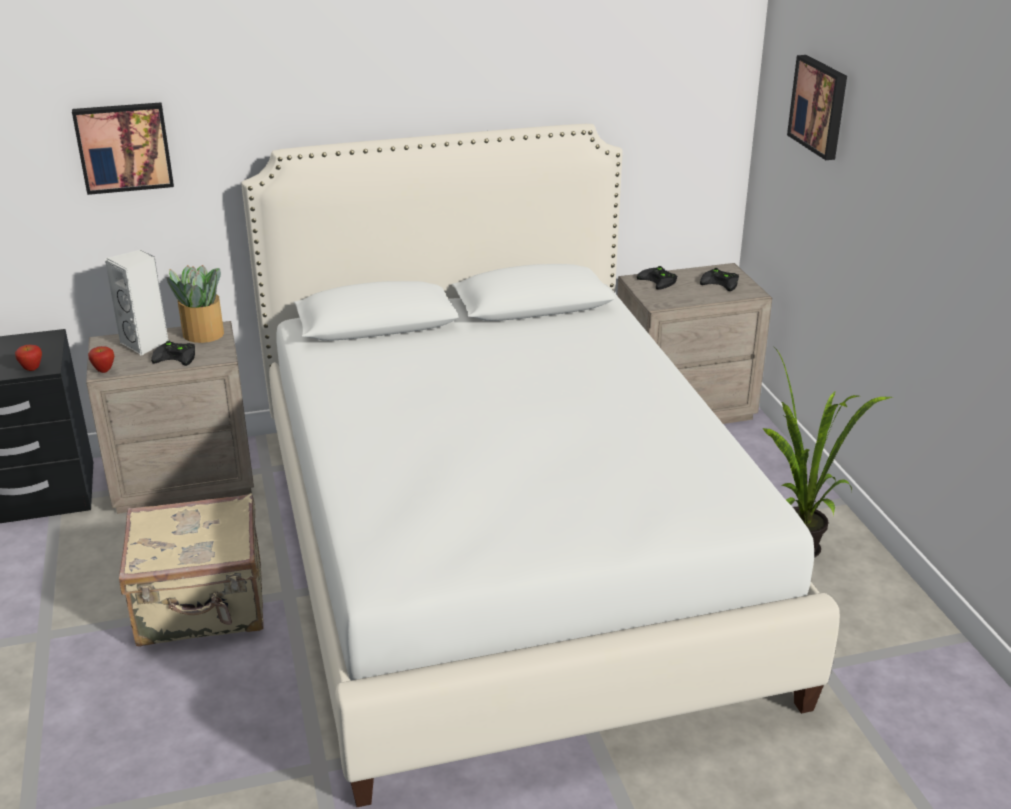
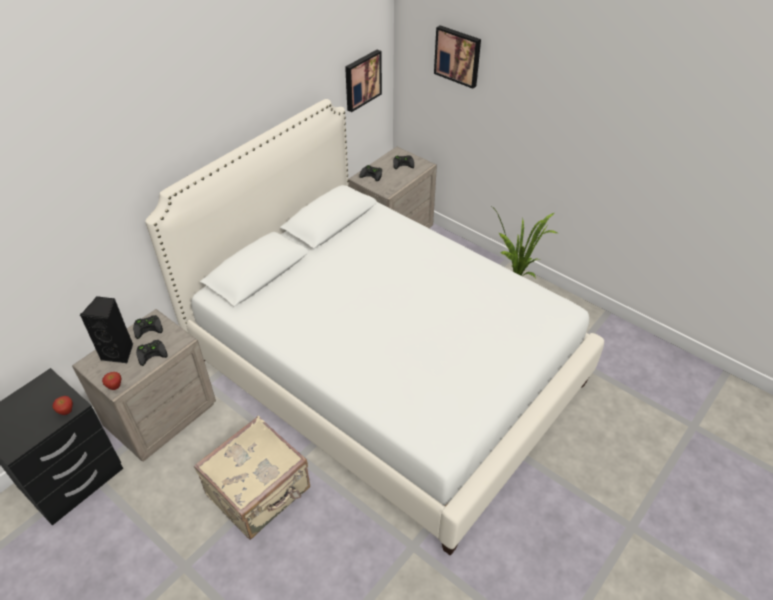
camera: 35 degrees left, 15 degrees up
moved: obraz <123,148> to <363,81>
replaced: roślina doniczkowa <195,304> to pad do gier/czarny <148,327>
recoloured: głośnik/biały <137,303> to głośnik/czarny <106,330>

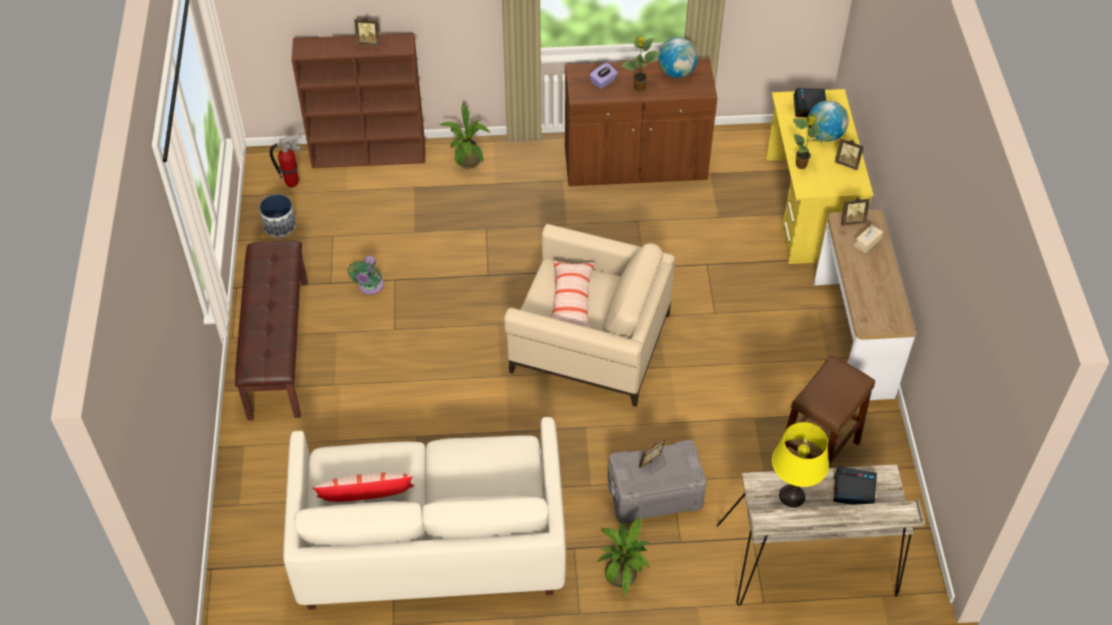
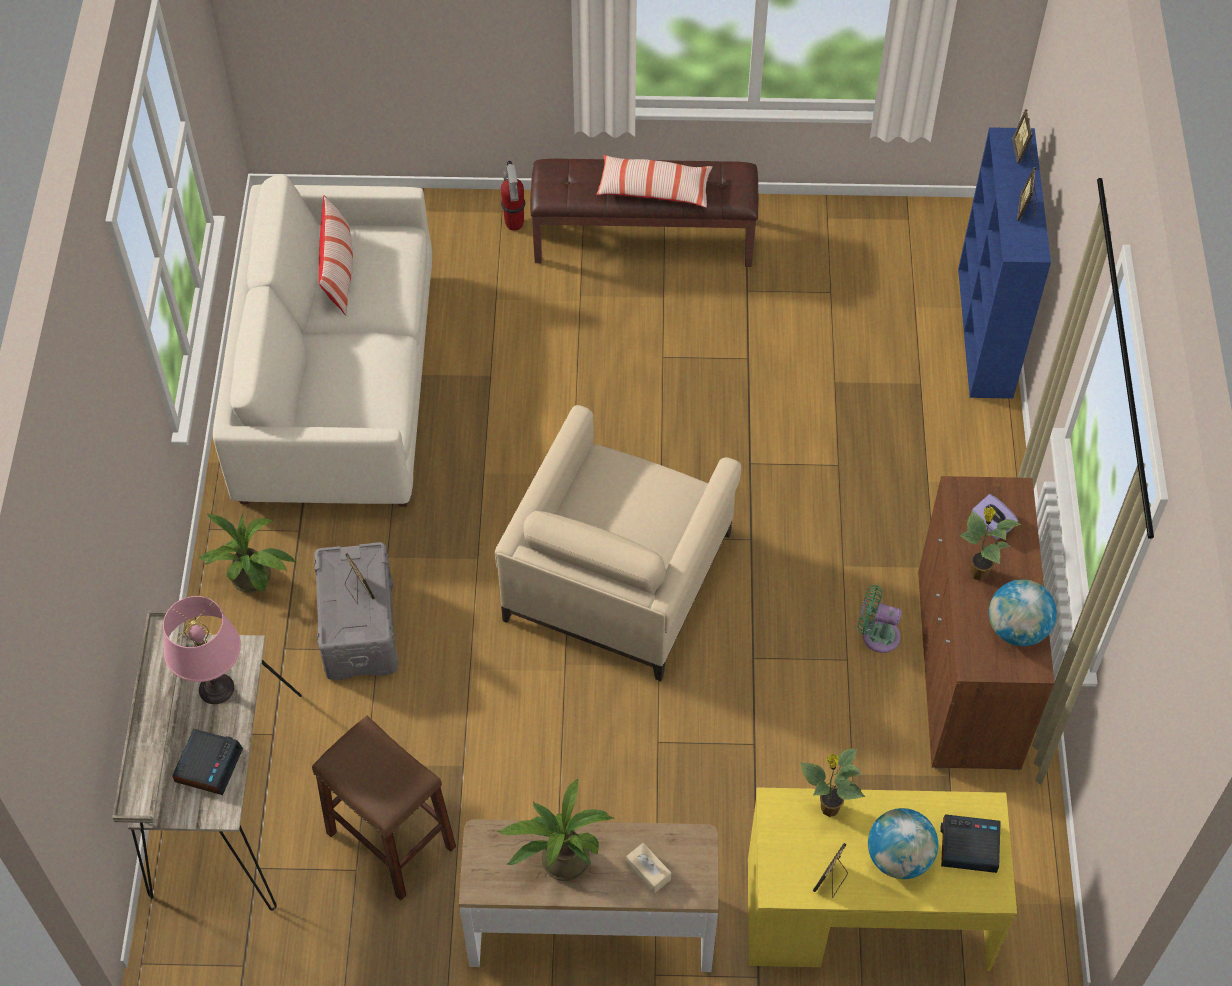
camera: 95 degrees right, 5 degrees up
removed: donica <277,216>
moved: roślina doniczkowa <465,136> to <556,830>; gaśnica <286,160> to <513,196>; poduszka <573,294> to <654,181>; wentylator/zielony <366,275> to <880,619>; ramka na zdjęcie <855,212> to <1022,136>
recoloured: lampa stołowa/żółty <800,464> to lampa stołowa/różowy <202,650>; regał/brązowy <358,100> to regał/niebieski <1004,263>

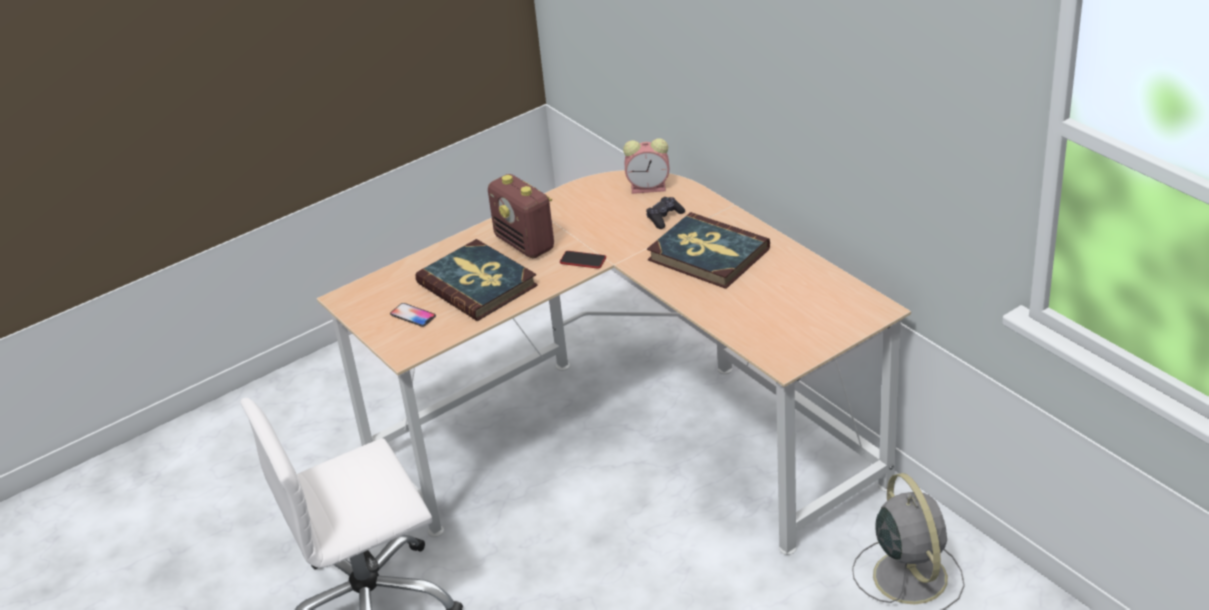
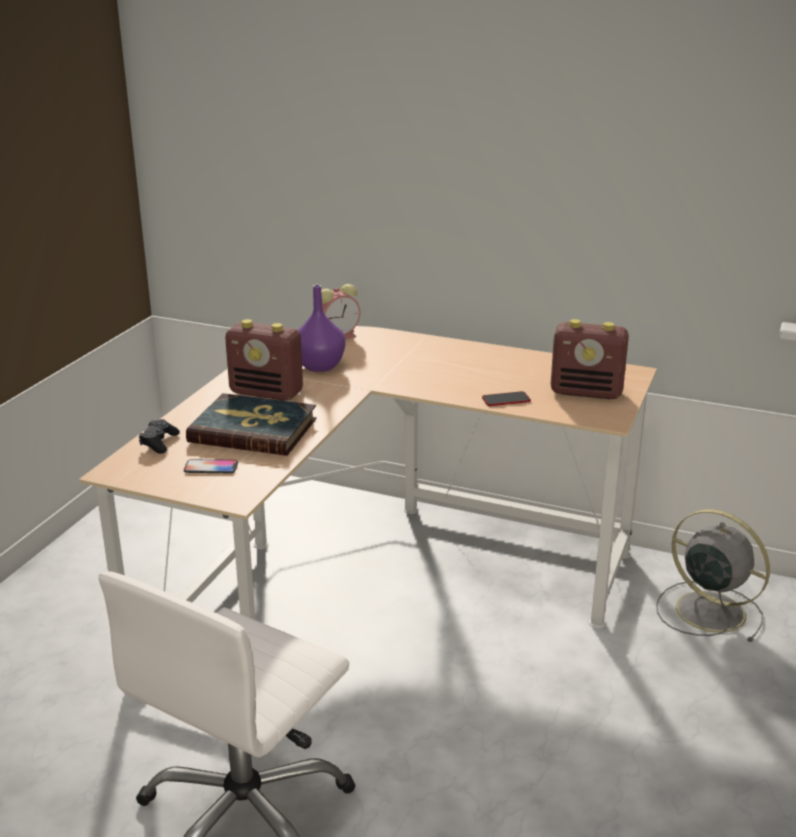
camera: 35 degrees left, 10 degrees down
removed: książka <708,250>
added: wazon/fioletowy <321,328>; radio <590,359>
moved: pad do gier/czarny <665,213> to <159,436>; telefon <583,260> to <506,398>

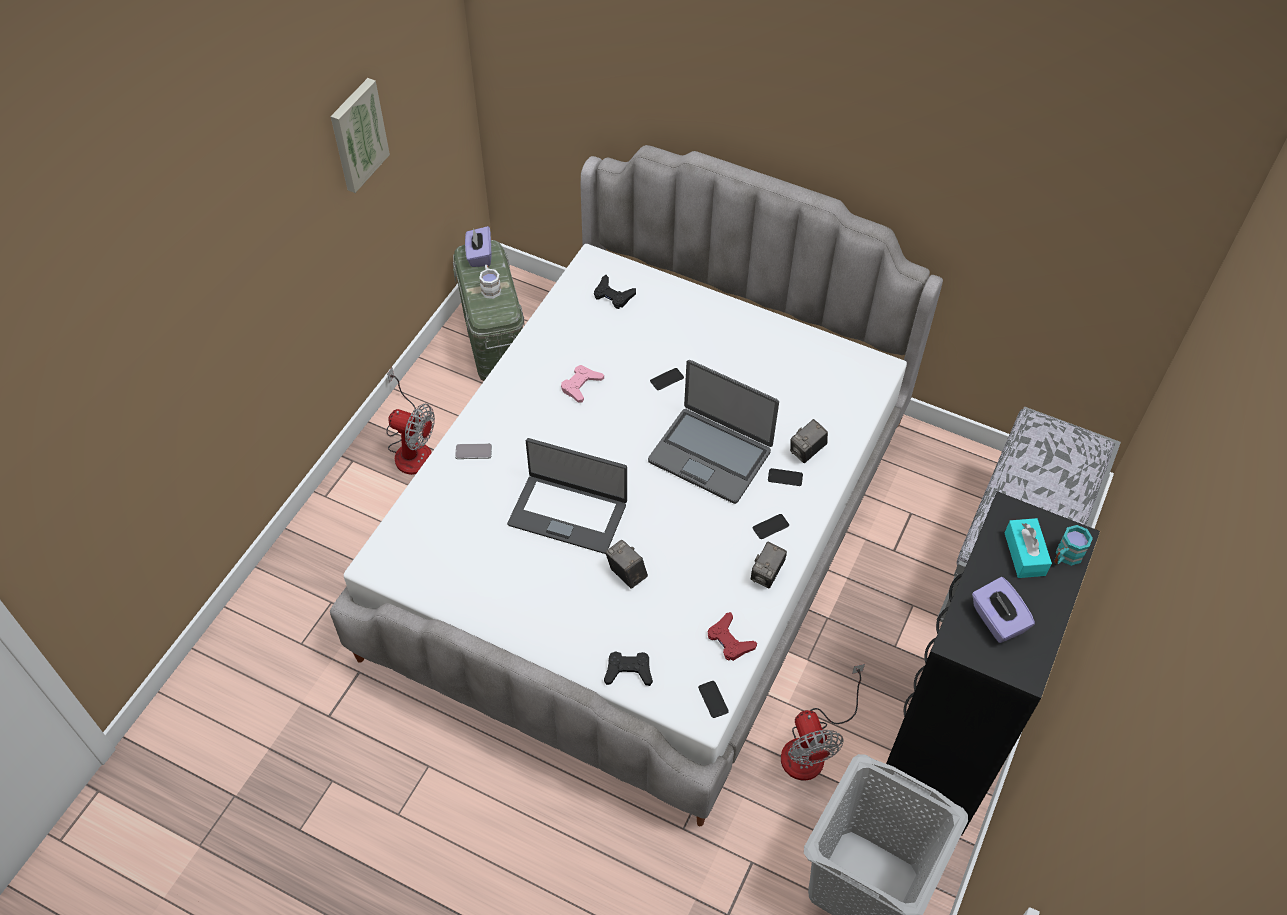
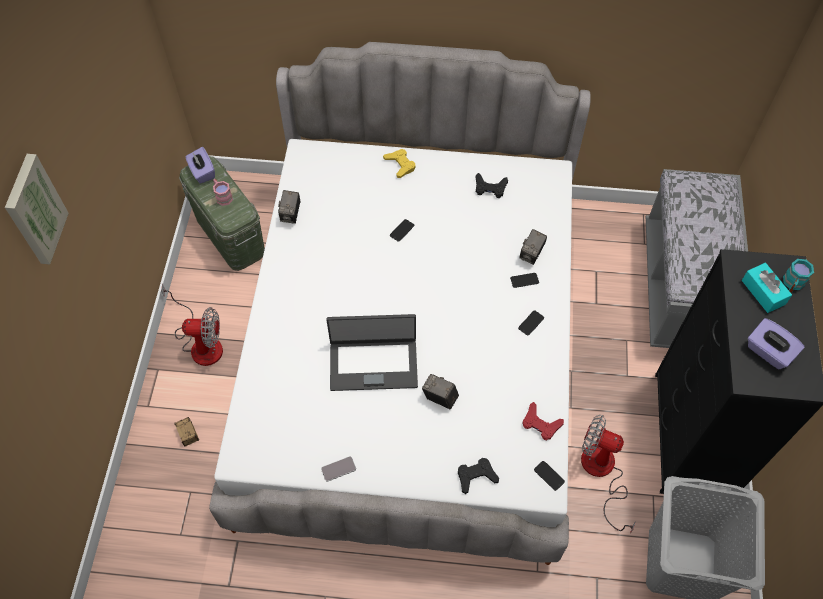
camera: 20 degrees left, 5 degrees up
removed: pad do gier/różowy <582,384>; laptop <713,432>
added: pojemnik do przechowywania <187,434>; pad do gier/żółty <399,163>
moved: obraz <360,135> to <37,209>; aparat fotograficzny <769,565> to <289,207>; telefon <473,451> to <338,468>; pad do gier/czarny <615,292> to <492,185>
recoloured: kubek/biały <490,282> to kubek/różowy <223,192>
turned: wentylator <823,722> = <608,473> 150 degrees clockwise

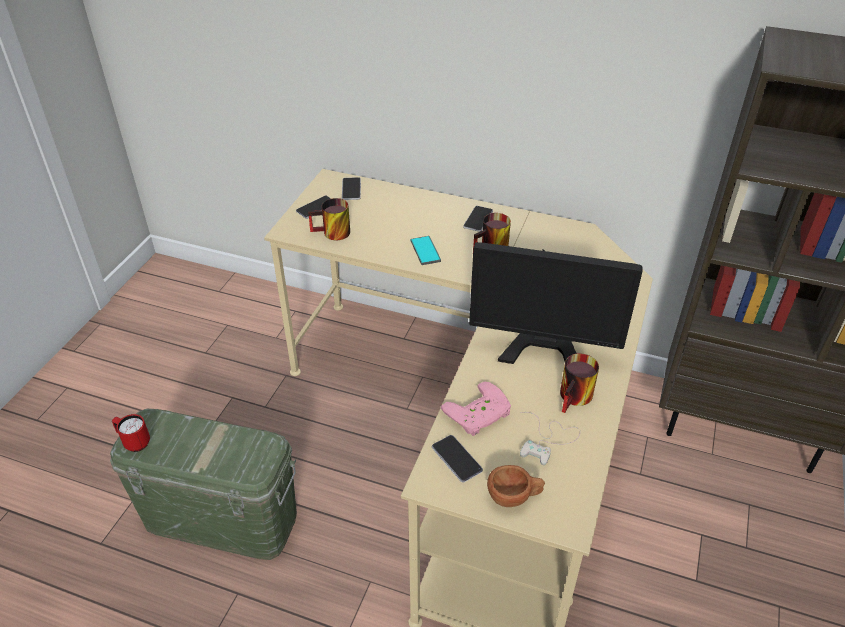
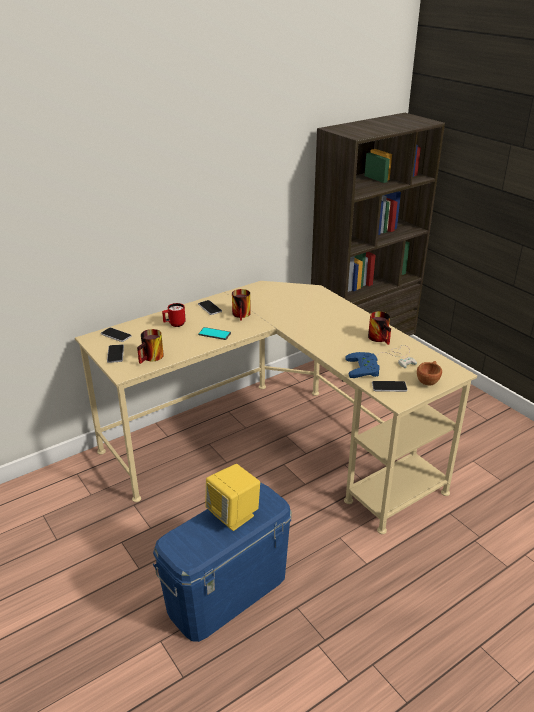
camera: 55 degrees left, 10 degrees down
removed: monitor <555,303>
added: głośnik/żółty <232,497>
moved: kubek/czerwony <131,433> to <174,315>
recoloured: pojemnik do przechowywania/zielony <203,484> to pojemnik do przechowywania/niebieski <222,562>; pad do gier/różowy <476,409> to pad do gier/niebieski <362,365>

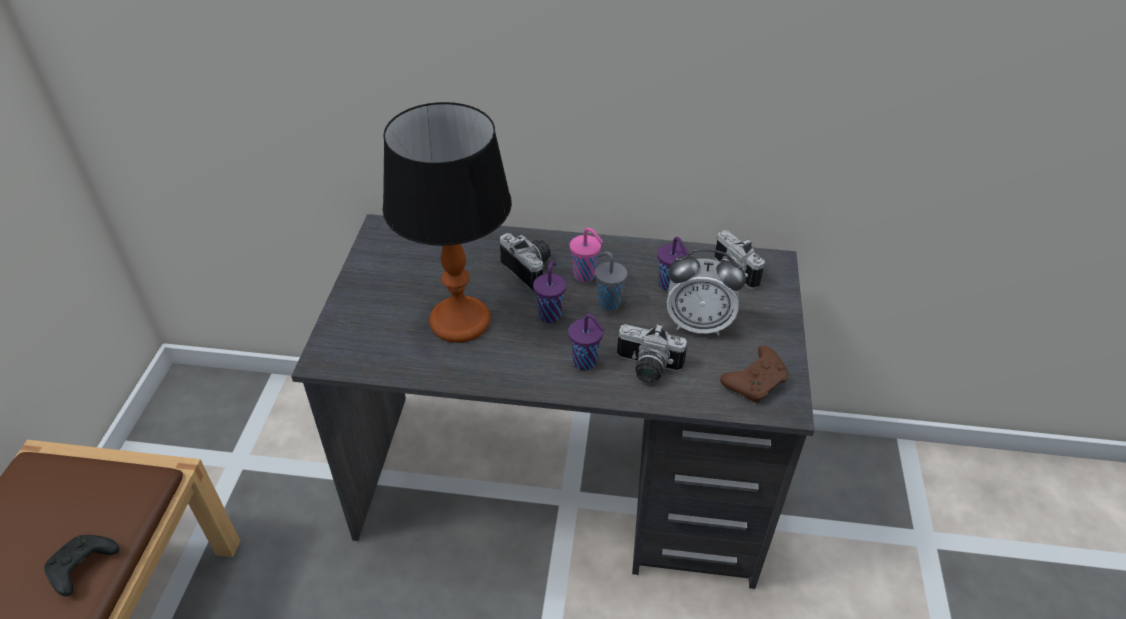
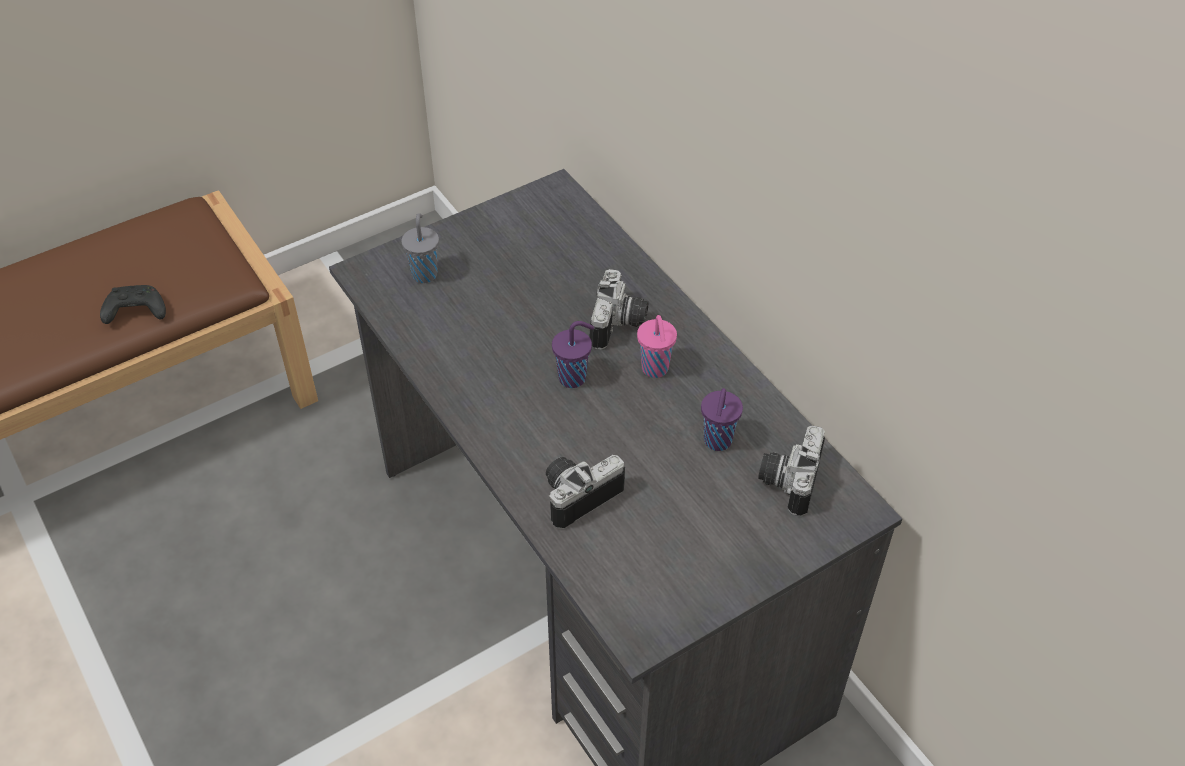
camera: 50 degrees right, 5 degrees up
removed: lampa stołowa <447,222>; filiżanka/fioletowy <586,342>; budzik <706,292>; pad do gier/brązowy <754,374>
moved: filiżanka/szary <611,280> to <420,248>
turned: aparat fotograficzny <652,354> = <585,492> 75 degrees clockwise

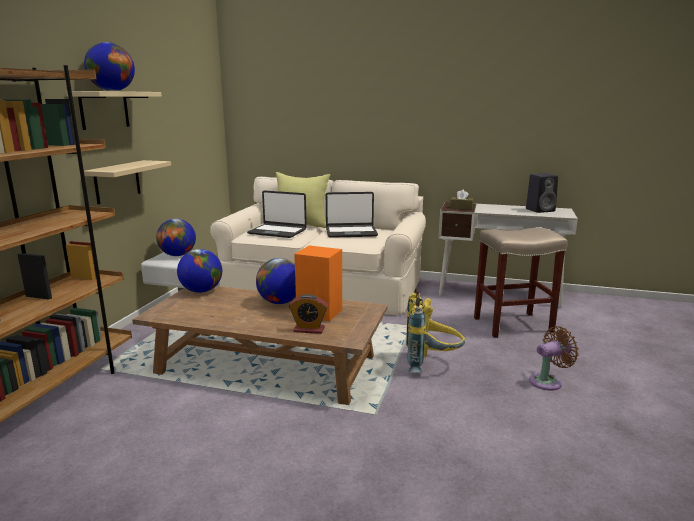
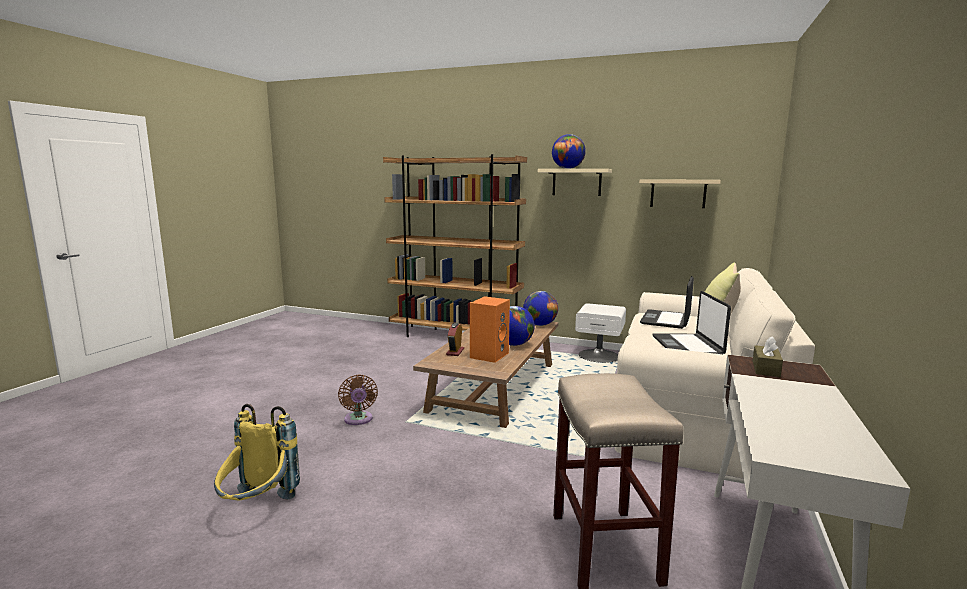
camera: 95 degrees right, 5 degrees down
removed: globus <176,237>; głośnik/czarny <542,193>
moved: plecak/żółty <435,330> to <257,452>; wentylator/brązowy <554,358> to <358,399>; półka/beżowy <127,182> to <680,193>

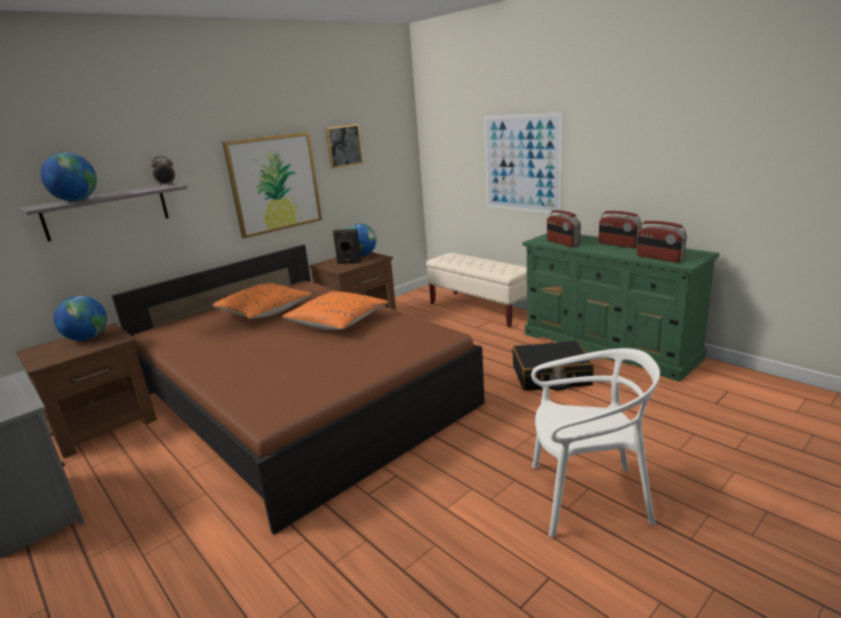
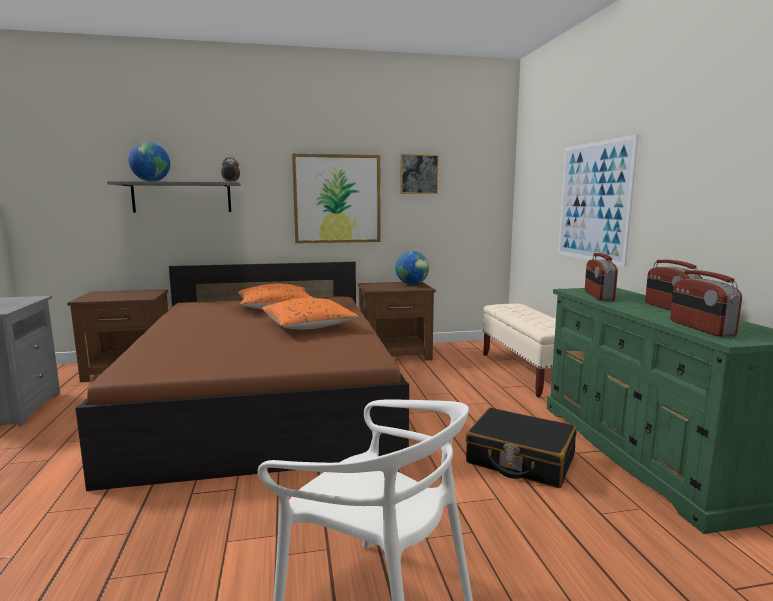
camera: 30 degrees right, 10 degrees down
removed: globus <80,318>; głośnik/czarny <346,246>

